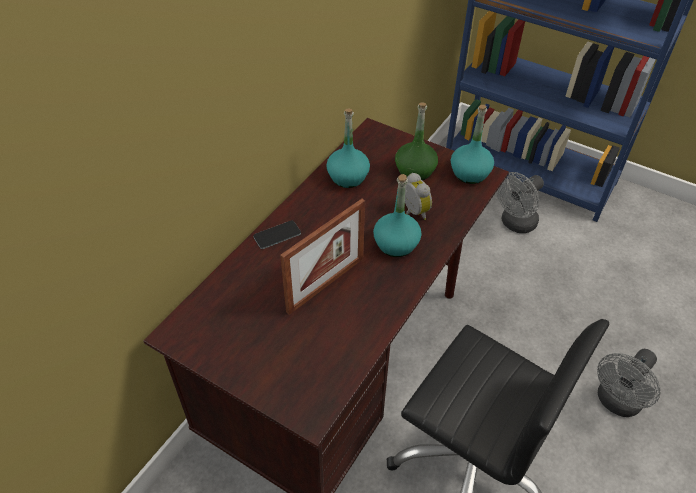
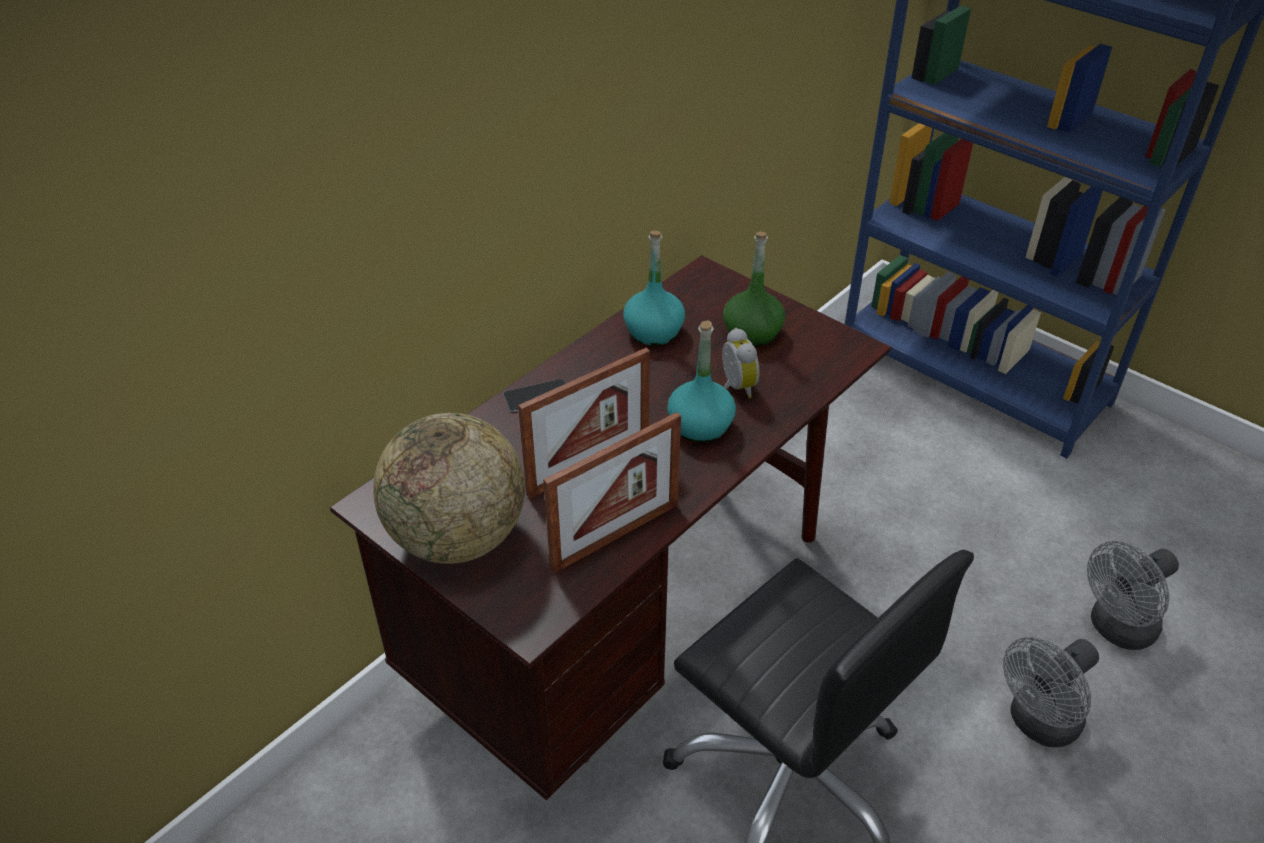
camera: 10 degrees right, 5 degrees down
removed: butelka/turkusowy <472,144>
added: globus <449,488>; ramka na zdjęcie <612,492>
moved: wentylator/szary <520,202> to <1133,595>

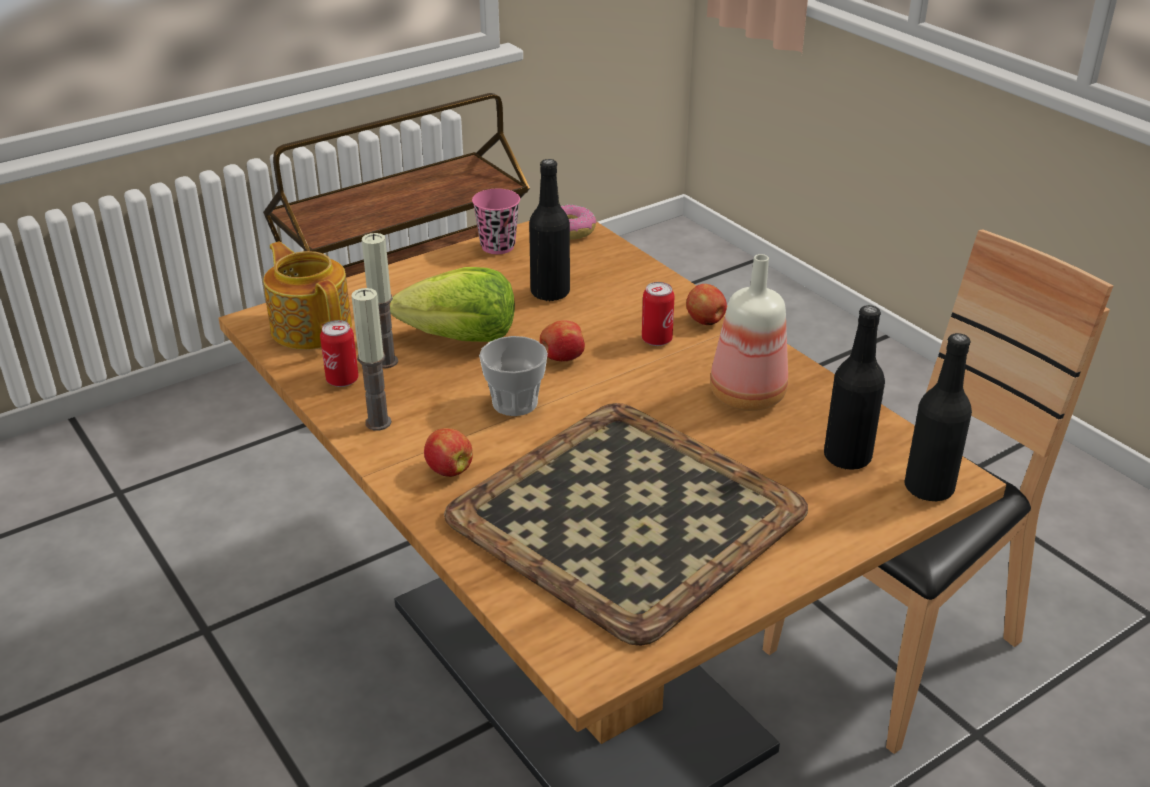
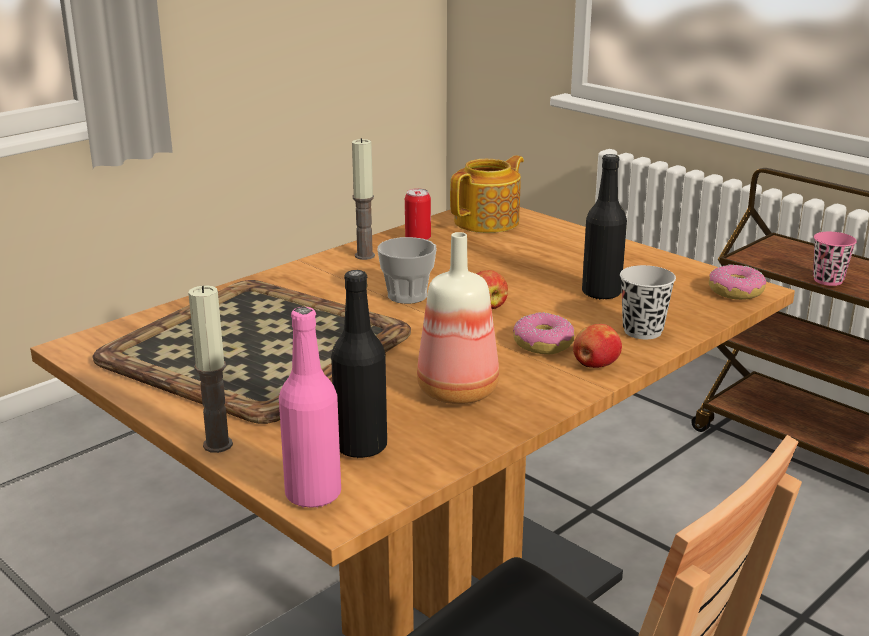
camera: 80 degrees right, 10 degrees down
removed: sałata <452,304>; jabłko <448,452>
added: filiżanka/czarny <648,302>
moved: świeca <380,300> to <210,369>; filiżanka/różowy <496,221> to <835,259>
replaced: puszka <658,314> to donut <544,333>
recoloured: butelka/czarny <938,417> to butelka/różowy <310,407>

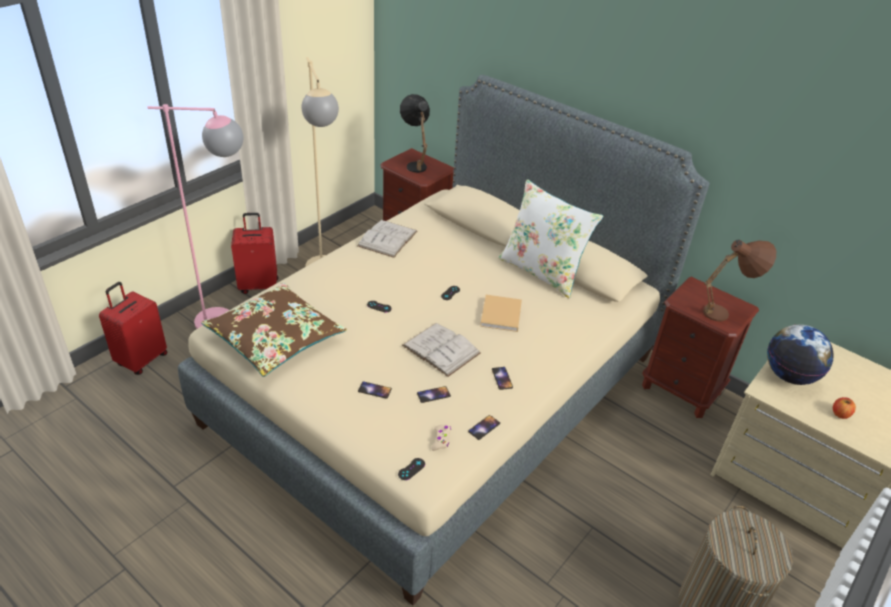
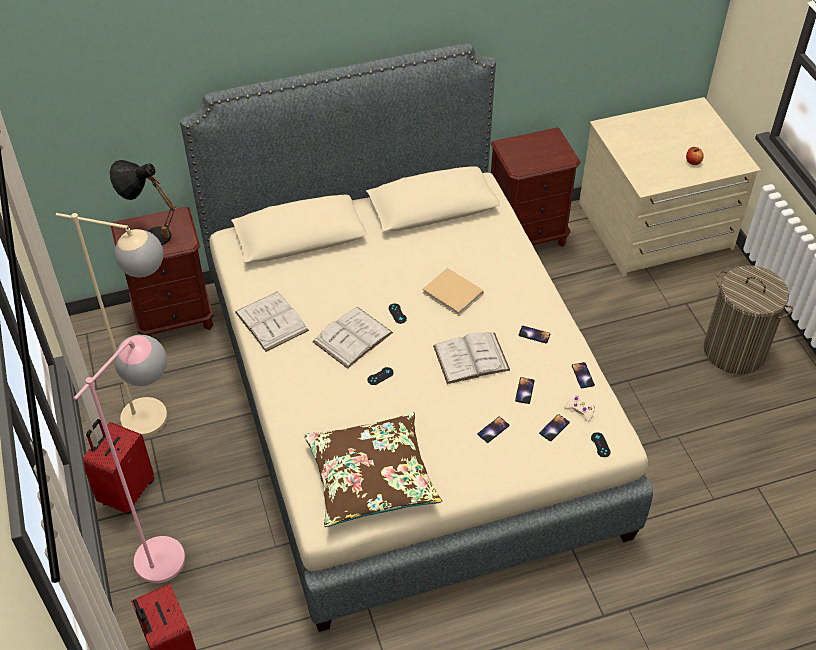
camera: 55 degrees left, 10 degrees up
removed: poduszka/biały <550,238>; lampa stołowa/brązowy <739,280>; globus <800,355>
added: książka/biały <352,338>; telefon <554,427>

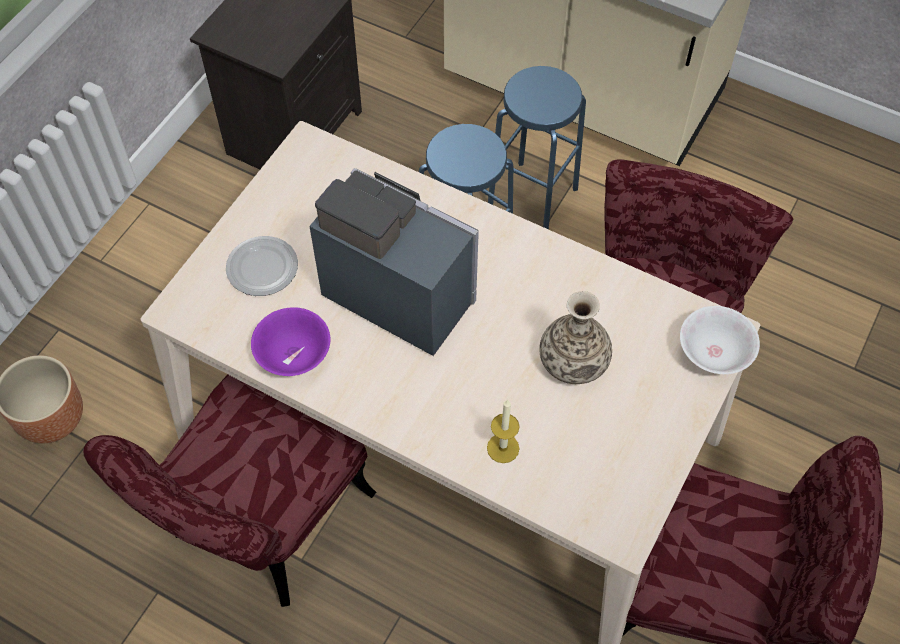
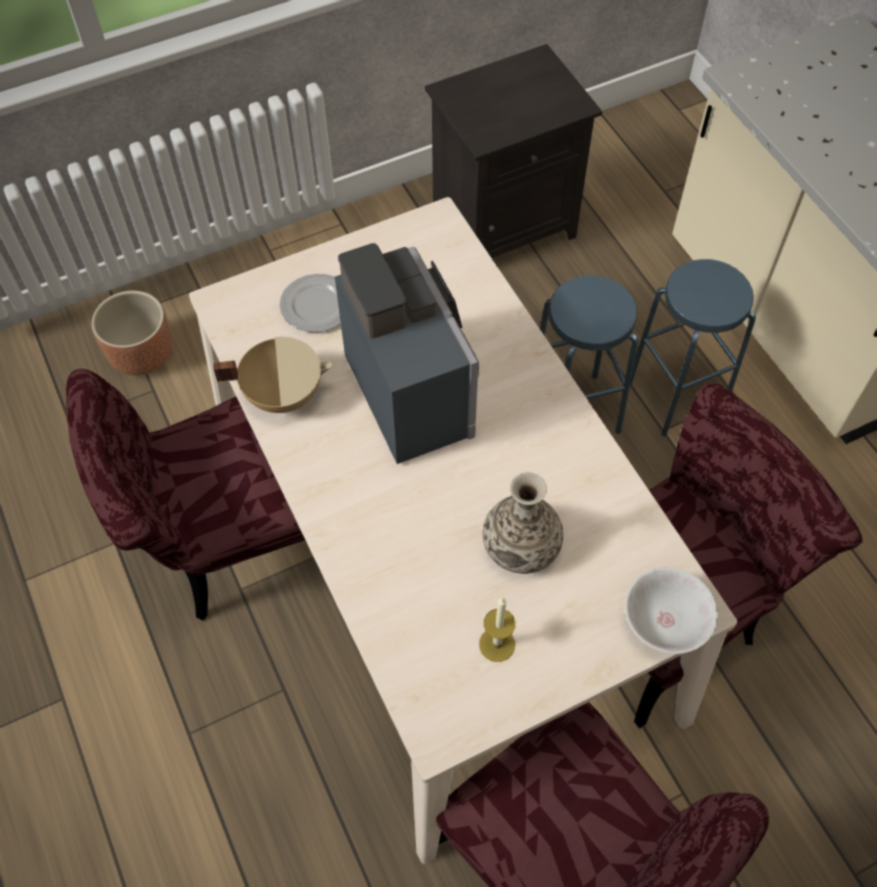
camera: 35 degrees right, 0 degrees up
moved: świeca <503,431> to <497,629>
replaced: miska/fioletowy <290,341> to garnek/beżowy <272,375>

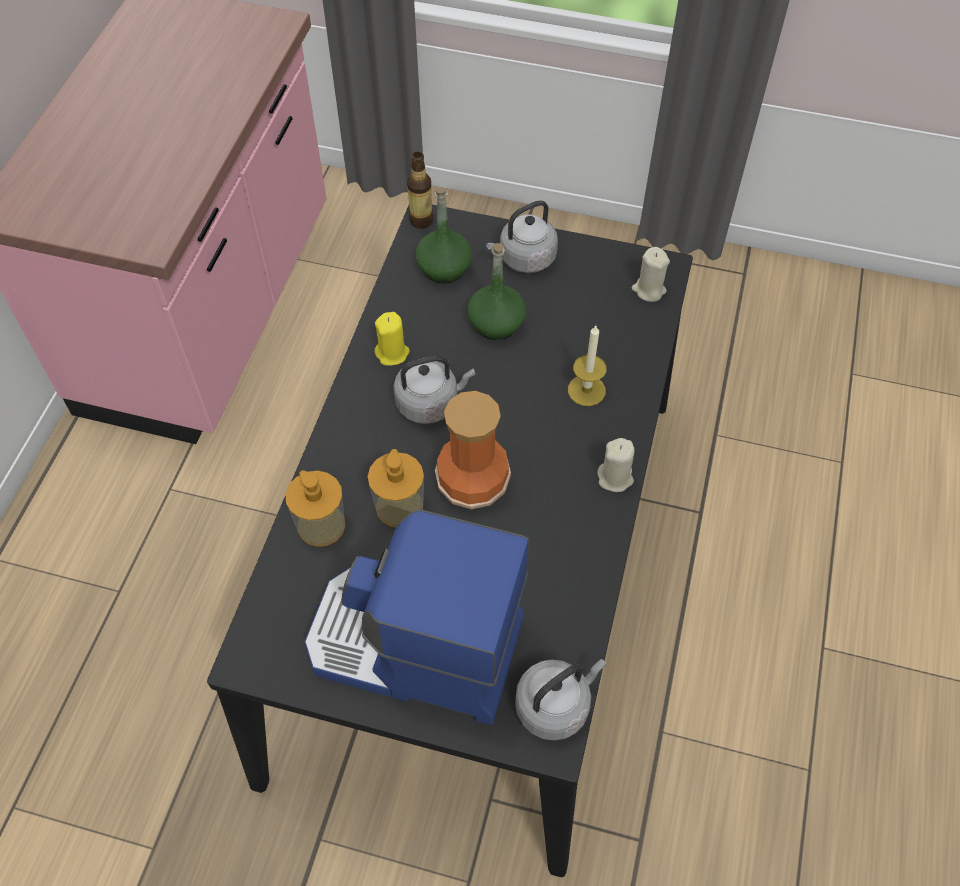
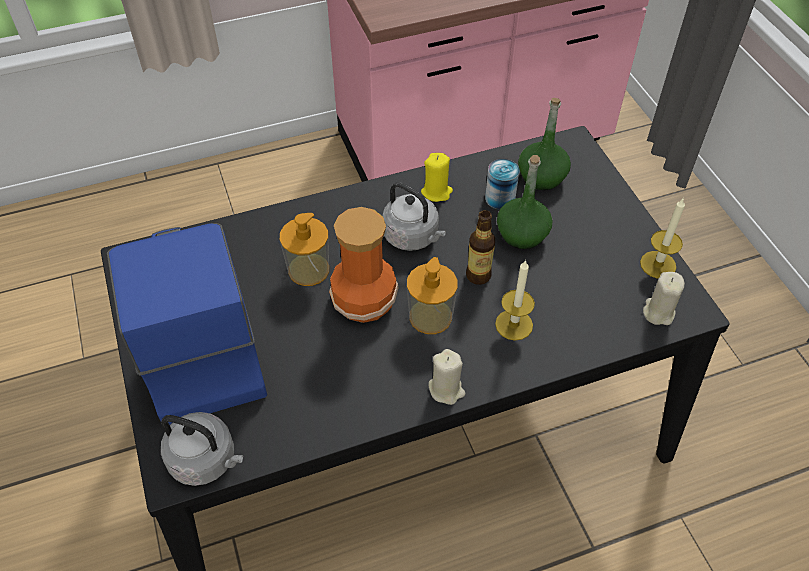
camera: 55 degrees right, 5 degrees down
removed: czajnik/szary <522,236>
added: puszka <502,184>; świeca <662,239>
moved: dozownik mydła <315,508> to <432,295>; butelka <420,190> to <480,247>

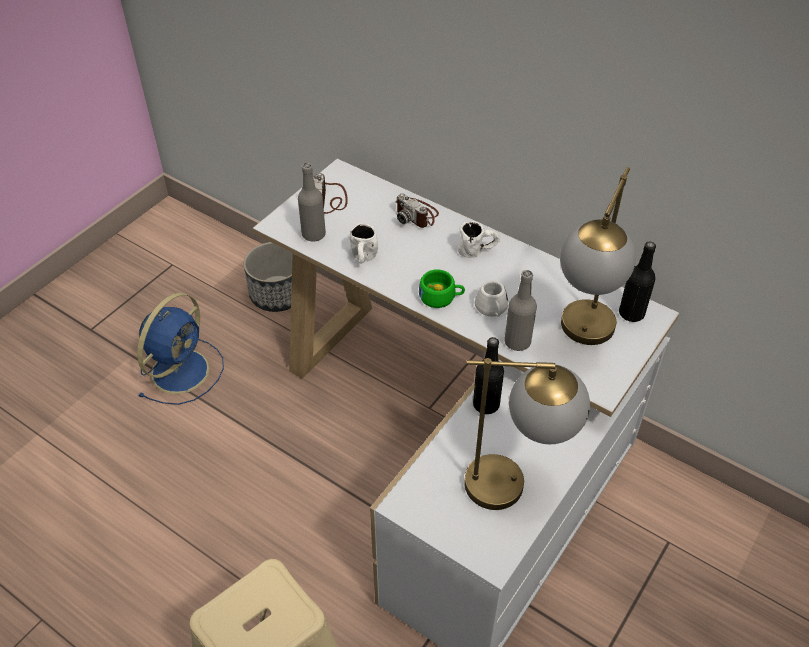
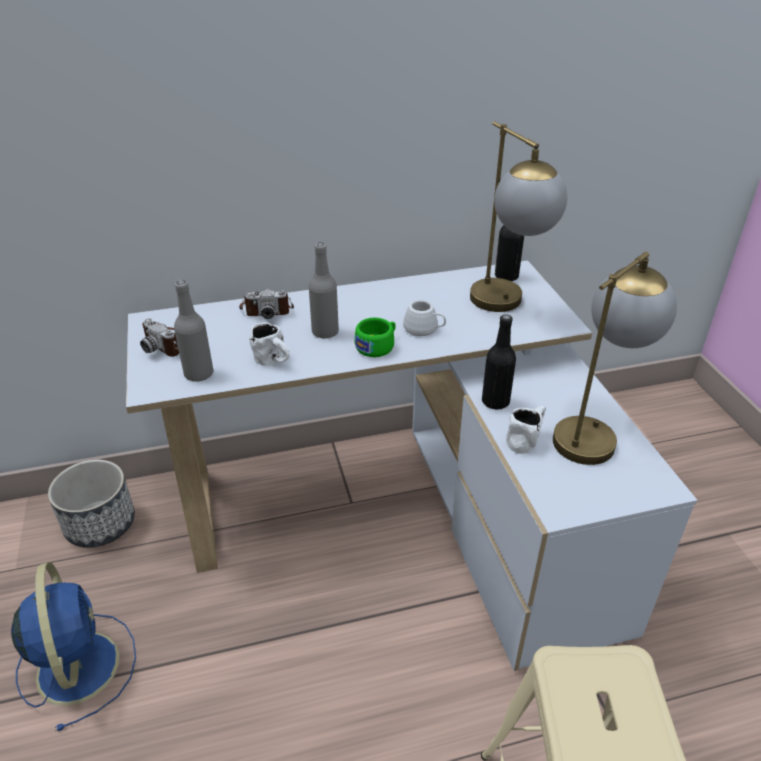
camera: 50 degrees left, 10 degrees down
moved: butelka/szary <520,310> to <324,290>; kubek/biały <479,239> to <526,430>

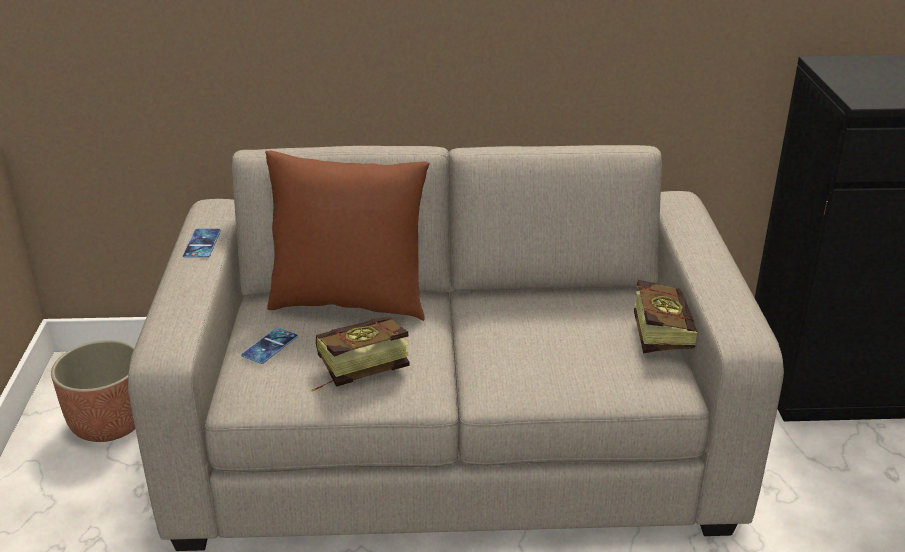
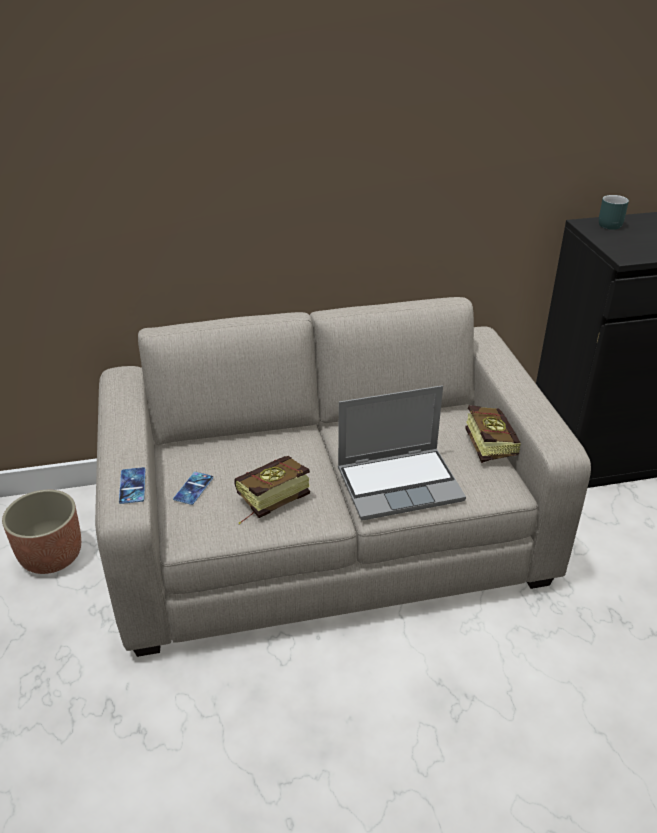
camera: 10 degrees left, 5 degrees up
removed: poduszka/brązowy <347,235>
added: laptop <402,452>; kubek/turkusowy <614,212>
moved: telefon <202,243> to <132,485>

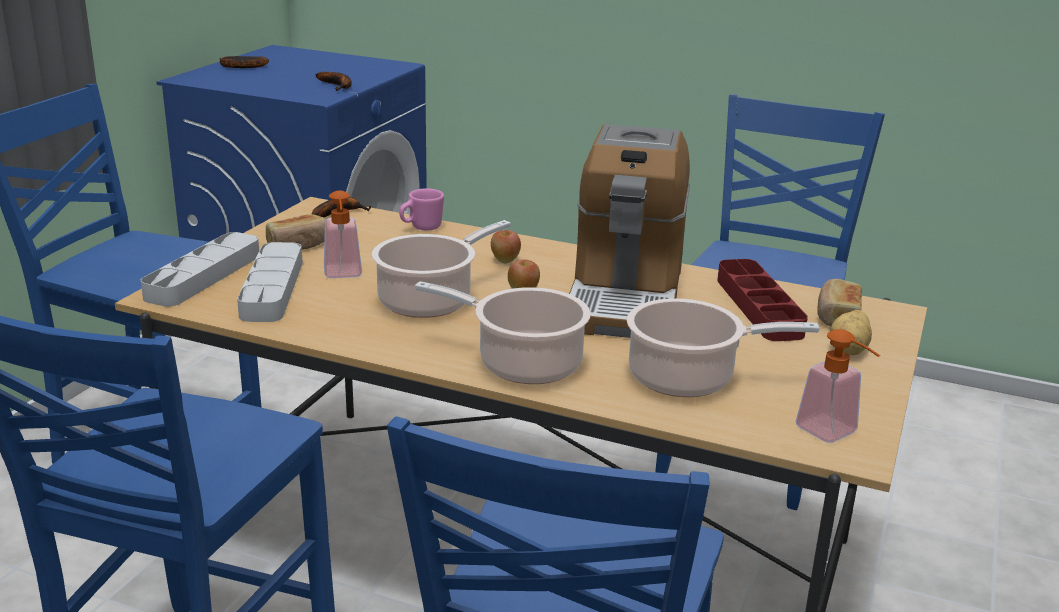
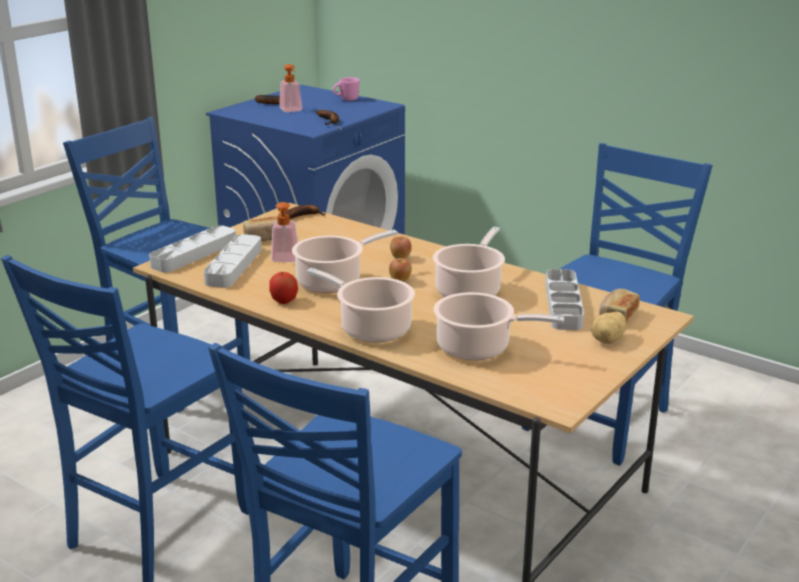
camera: 15 degrees right, 0 degrees up
added: jabłko <283,288>
moved: dozownik mydła <838,386> to <290,88>; kubek/różowy <421,209> to <346,89>
replaced: ekspres do kawy <629,231> to garnek <469,262>
recoloured: taca/czerwony <762,300> to taca/szary <564,299>

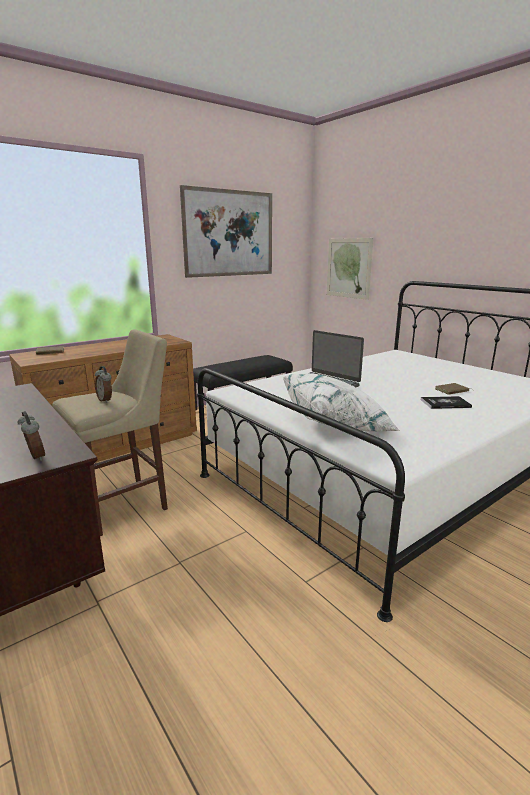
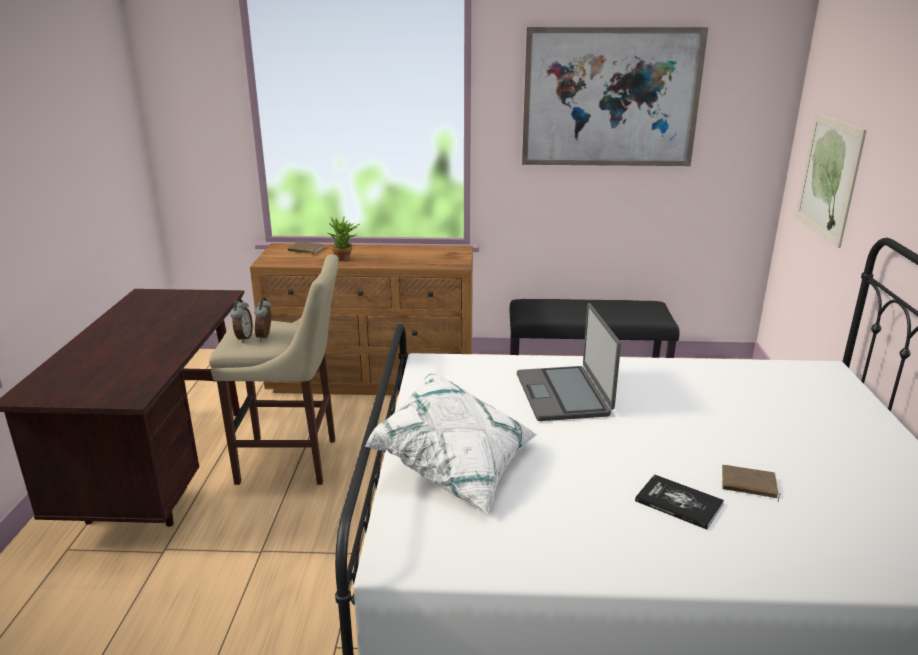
camera: 40 degrees right, 5 degrees up
added: roślina doniczkowa <344,238>
moved: budzik <31,436> to <241,320>

